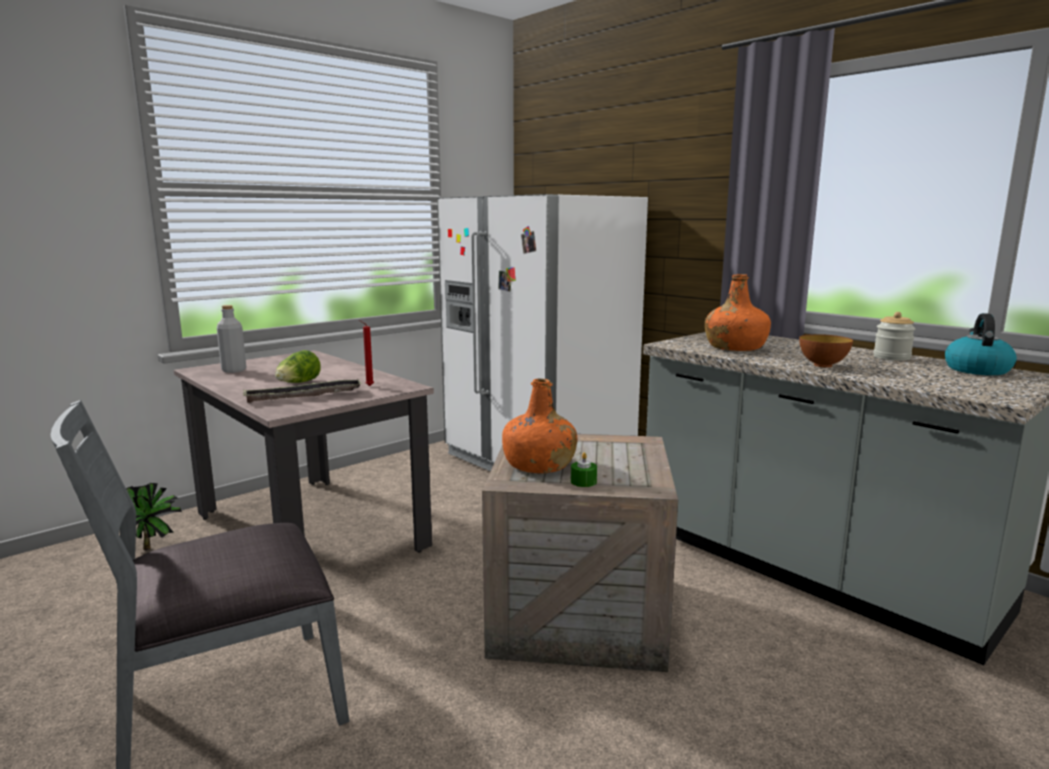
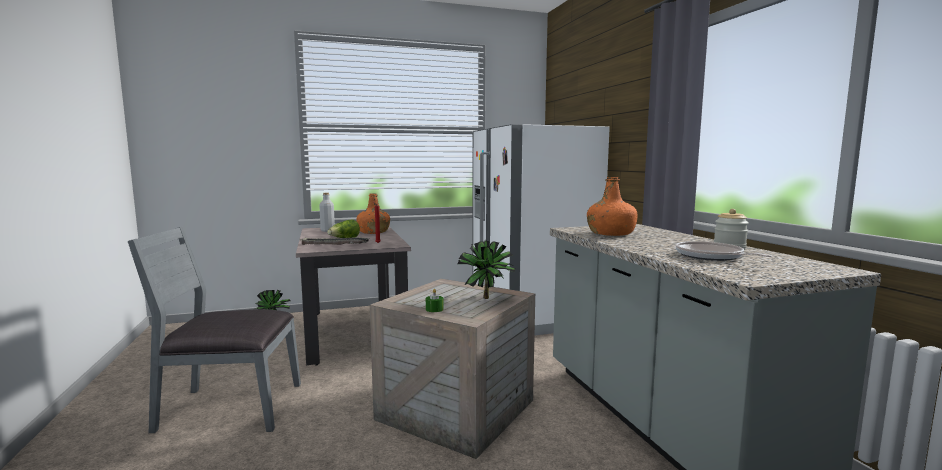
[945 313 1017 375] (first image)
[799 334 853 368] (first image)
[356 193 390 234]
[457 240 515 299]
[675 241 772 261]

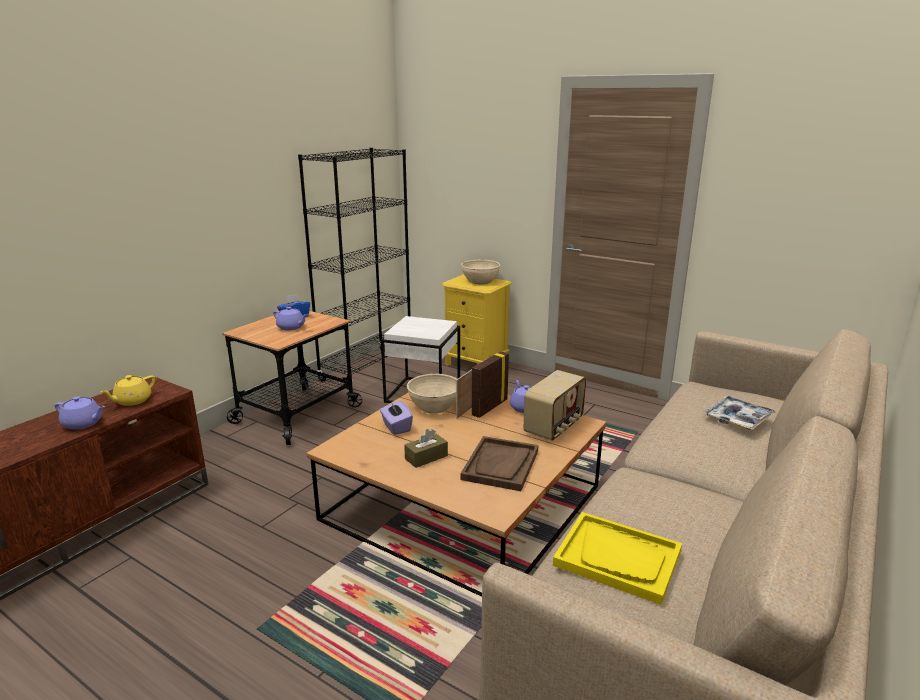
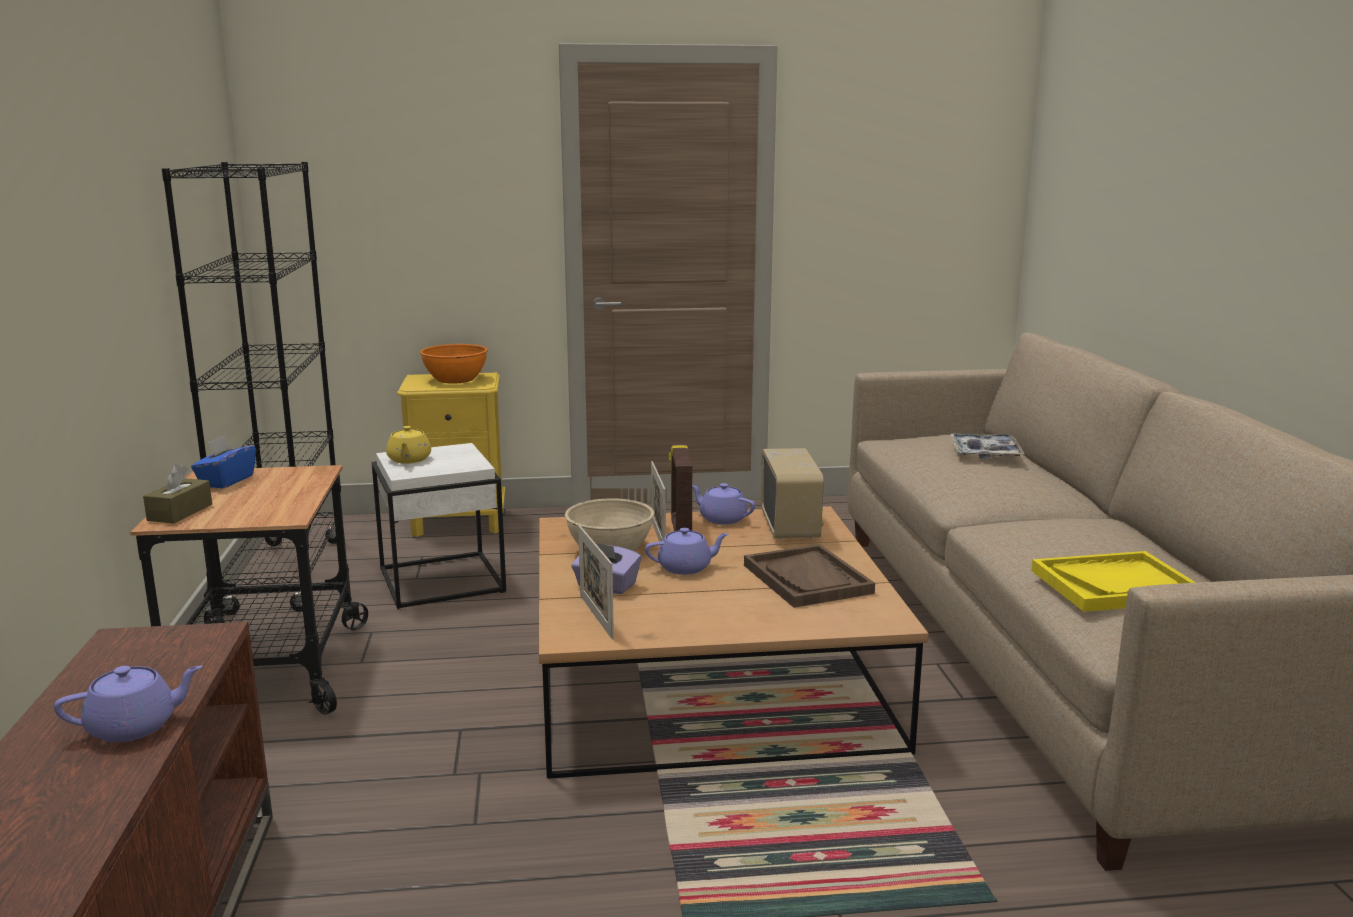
[420 344 488 384]
[645 528 729 575]
[386 426 431 464]
[143 464 212 523]
[578 525 614 639]

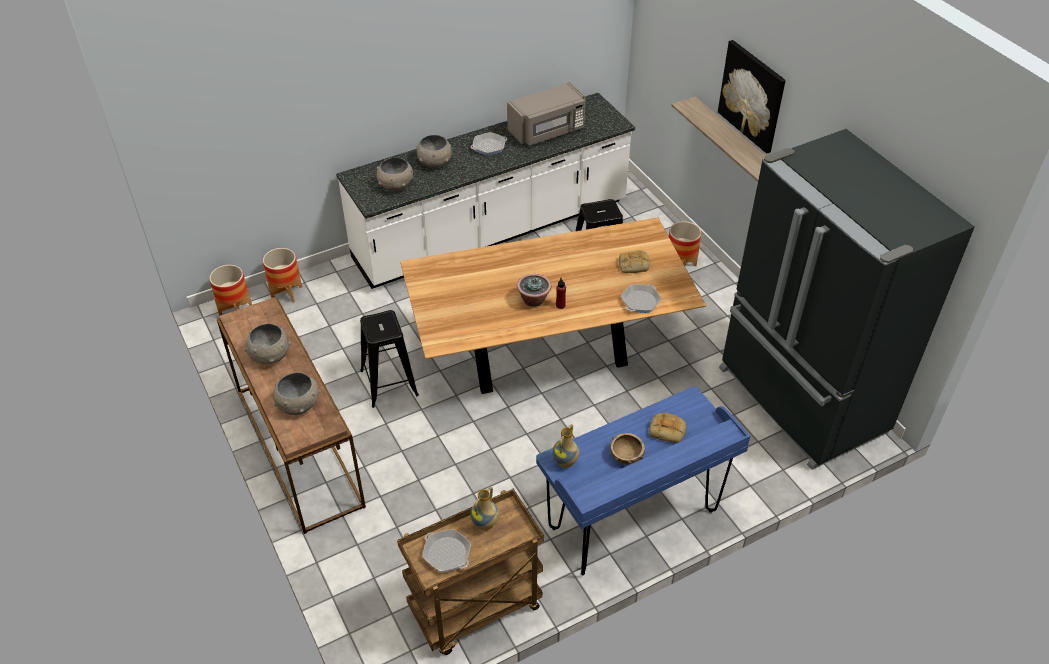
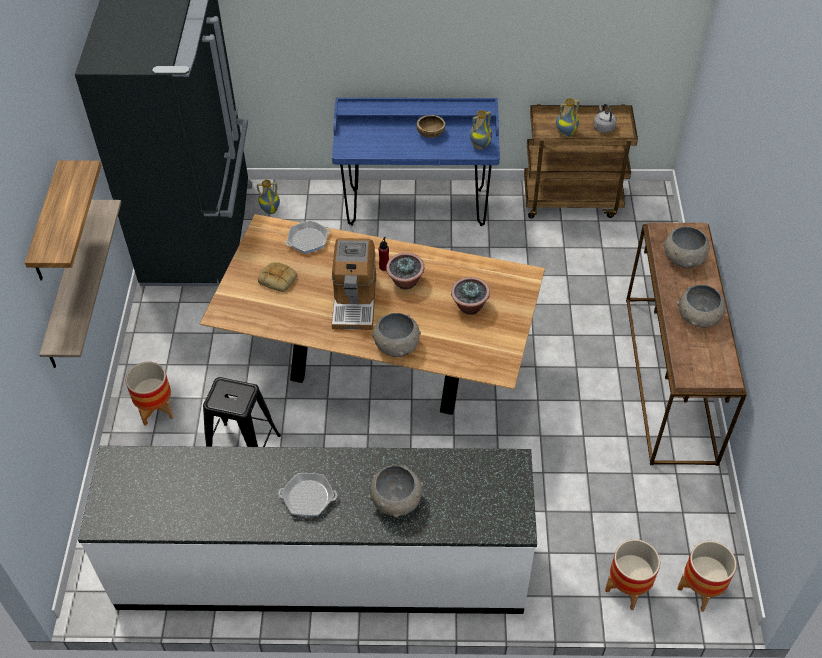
[25 161 101 280]
[507 82 586 146] (first image)
[372 313 421 357]
[360 310 419 408] (first image)
[649 413 686 443] (first image)
[594 104 616 133]
[257 180 280 214]
[332 238 376 330]
[451 277 490 315]

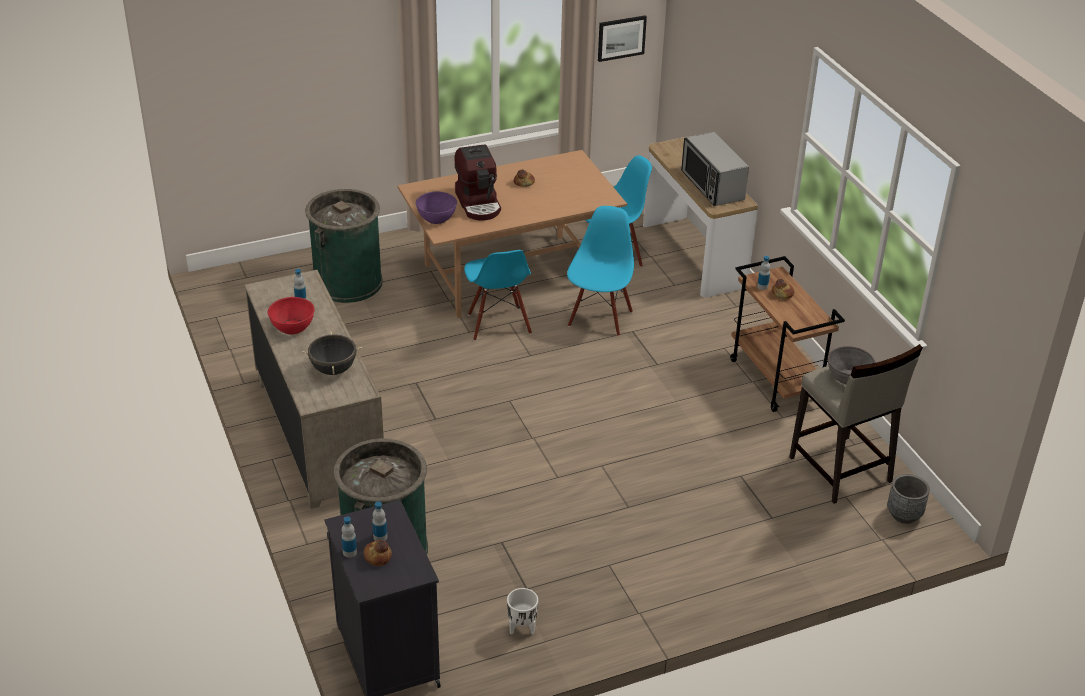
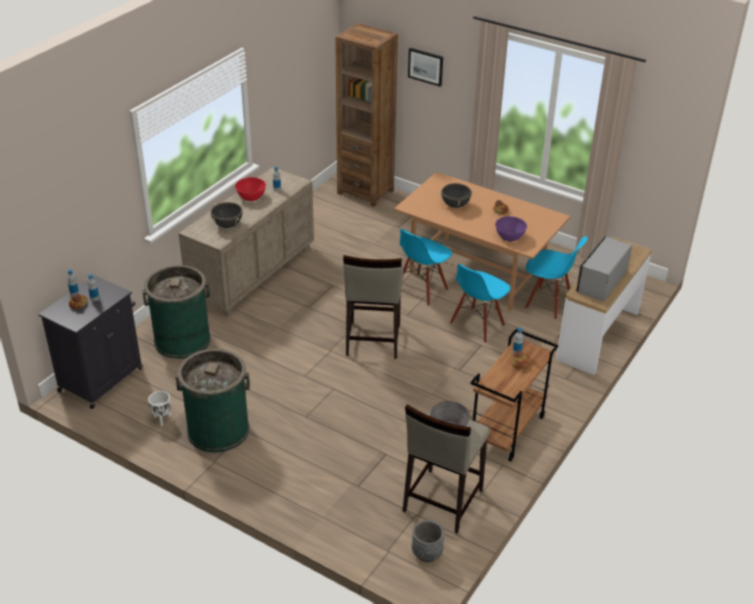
[408 48 443 87]
[438 182 475 208]
[175 349 250 452]
[495 216 527 241]
[450 264 511 343]
[335 23 398 207]
[343 255 403 359]

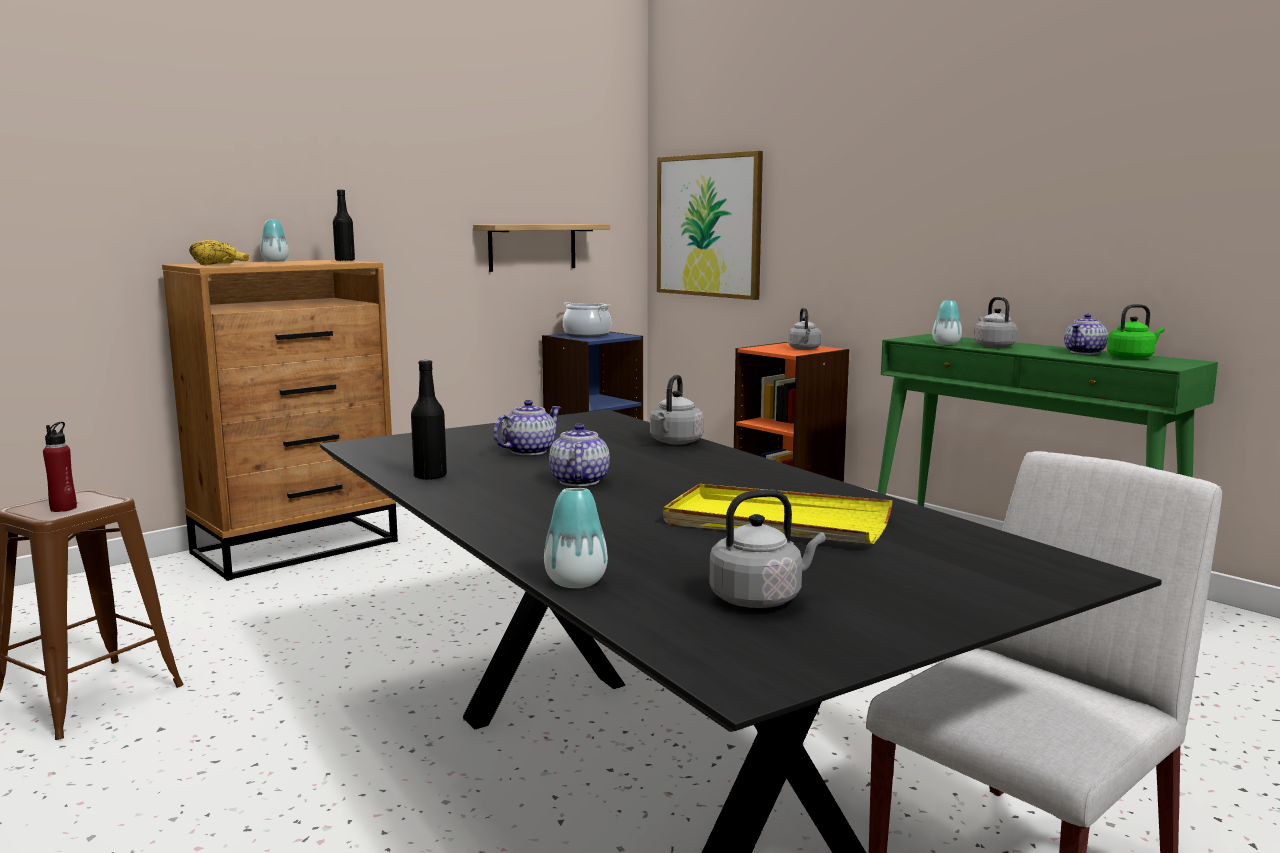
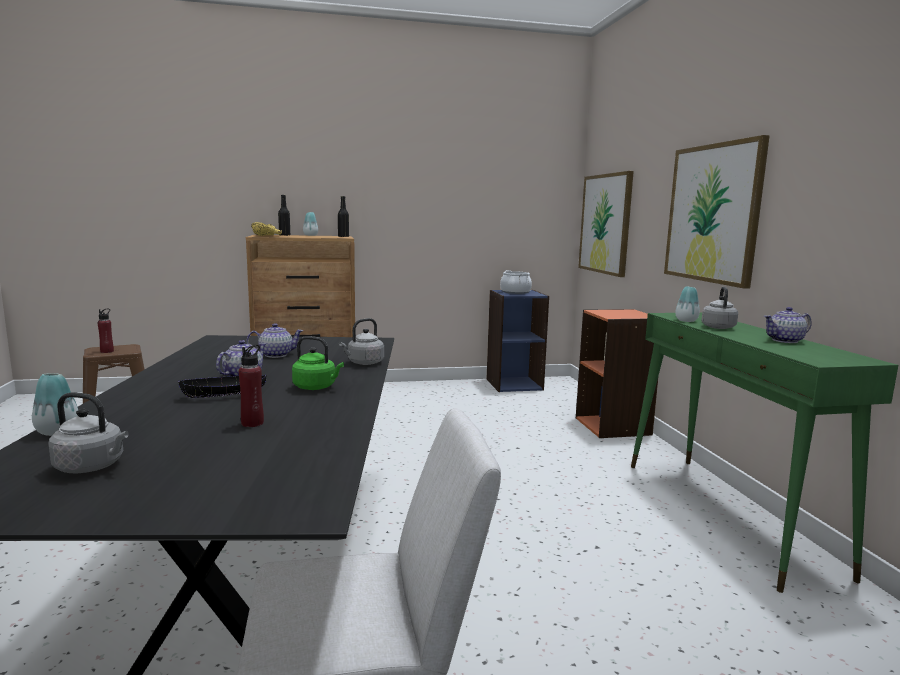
[473 224 610 272] (first image)
[292 336 344 390]
[788 308 822 350] (first image)
[278 195 290 236]
[239 345 264 427]
[664 135 770 289]
[178 375 267 398]

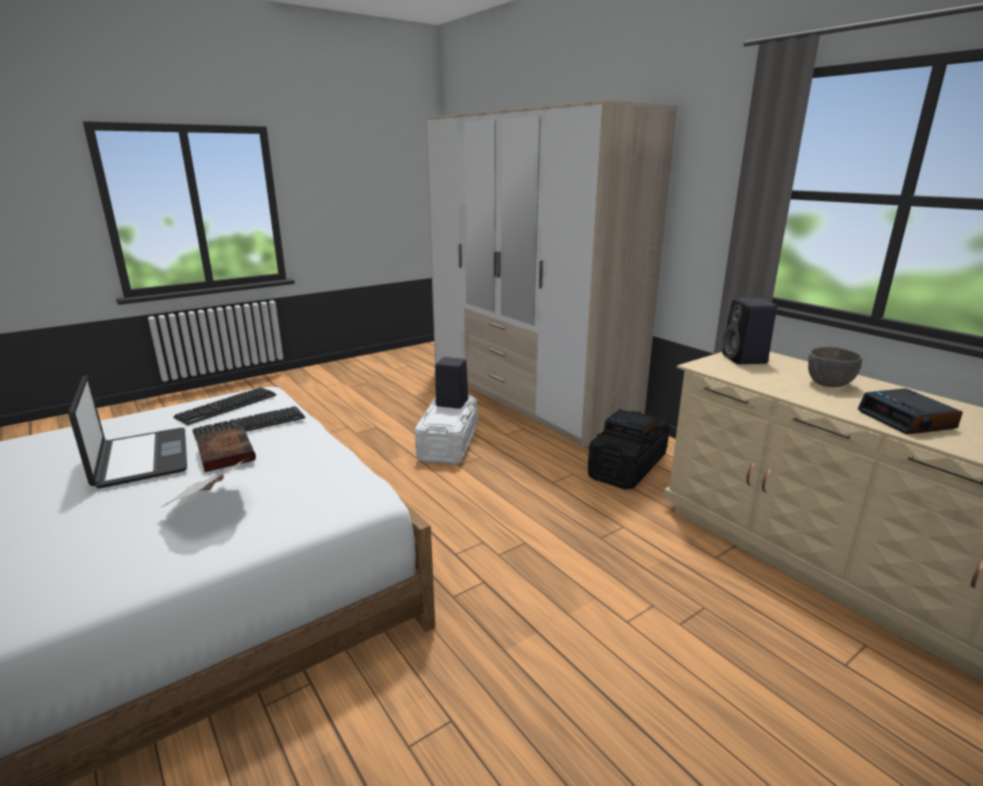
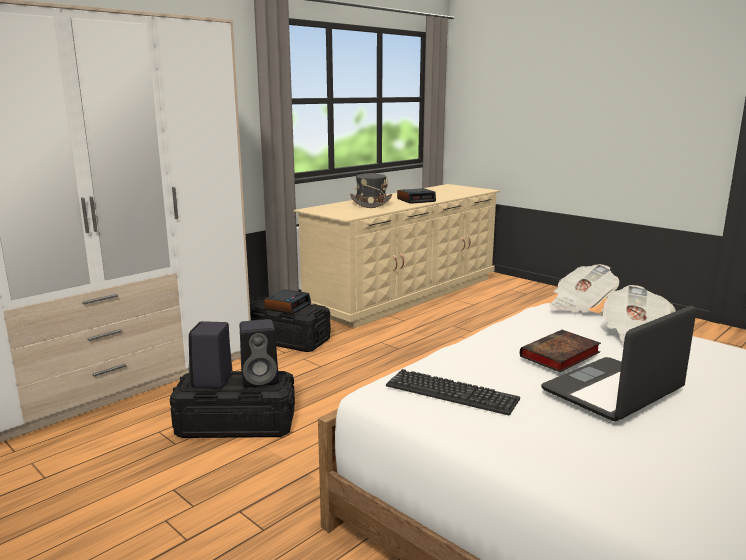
[240 319 279 388]
[350 174 392 208]
[170 371 295 438]
[192 406 305 441] (first image)
[550 264 619 312]

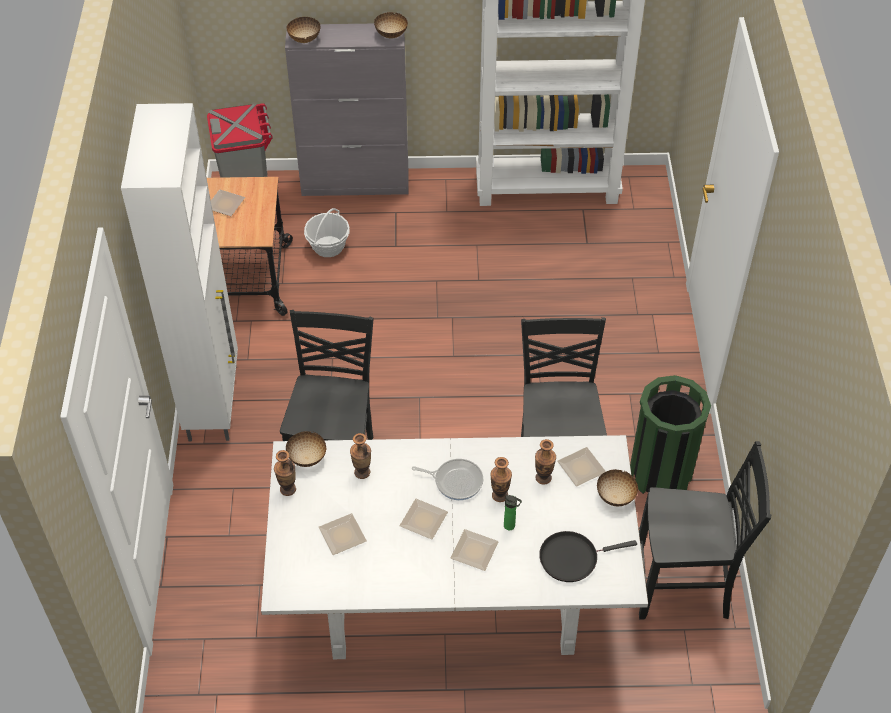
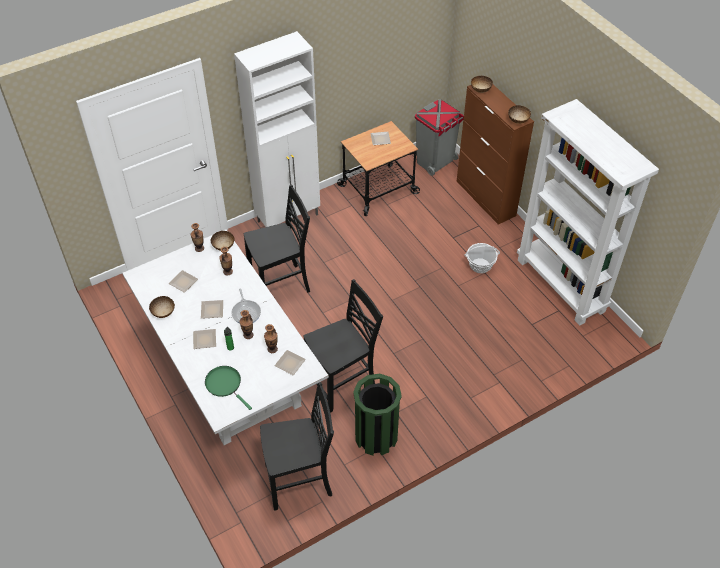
[457 85 534 224]
[464 243 500 273]
[260 382 334 511]
[149 296 175 318]
[205 366 252 410]

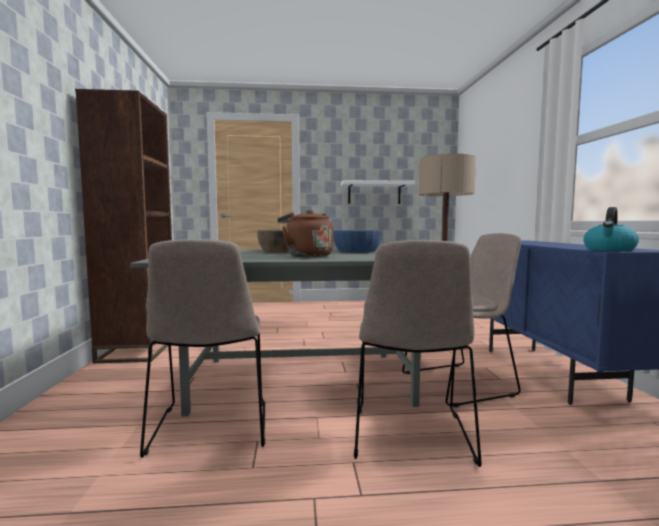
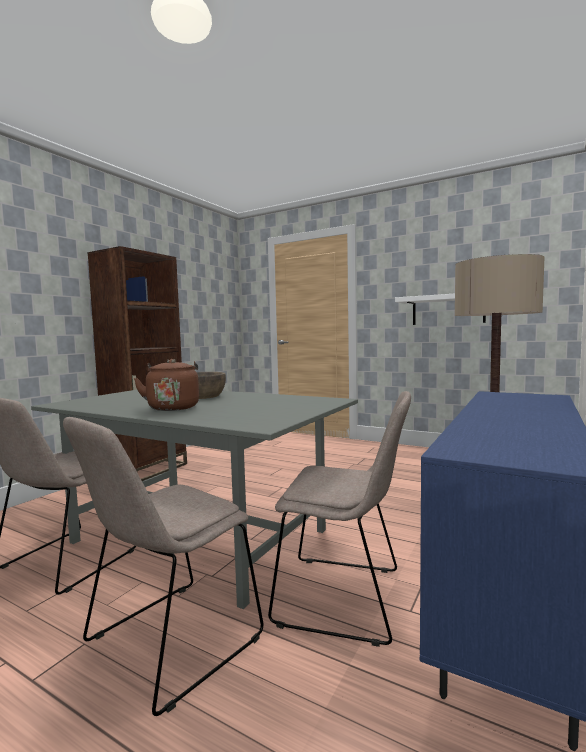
[584 207 639 251] (first image)
[334 230 382 253] (first image)

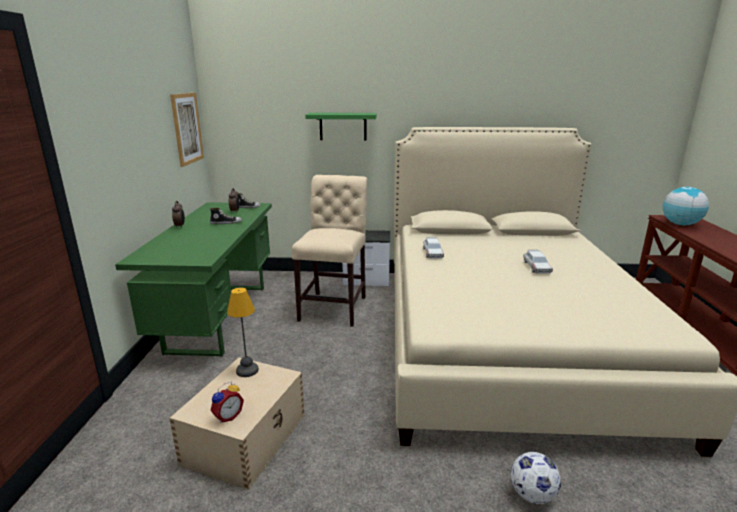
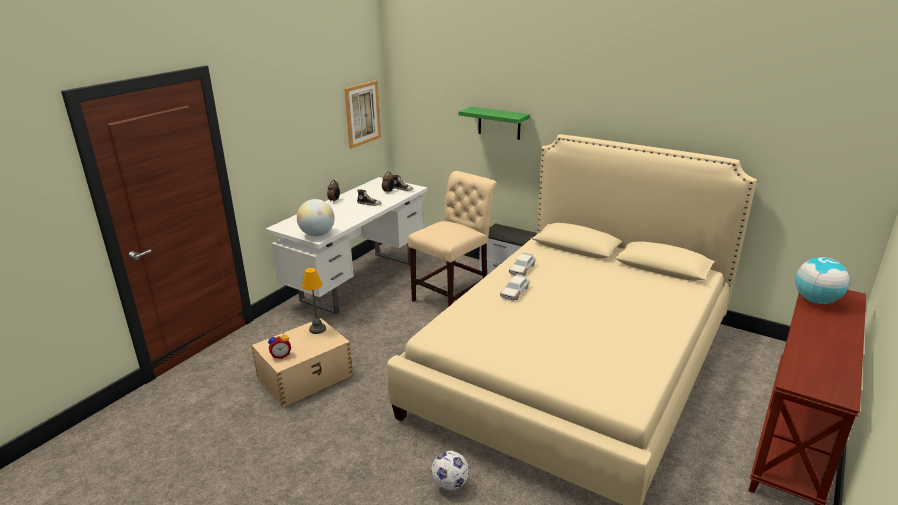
[265 177 428 314]
[500 274 530 301]
[297 199 335 236]

